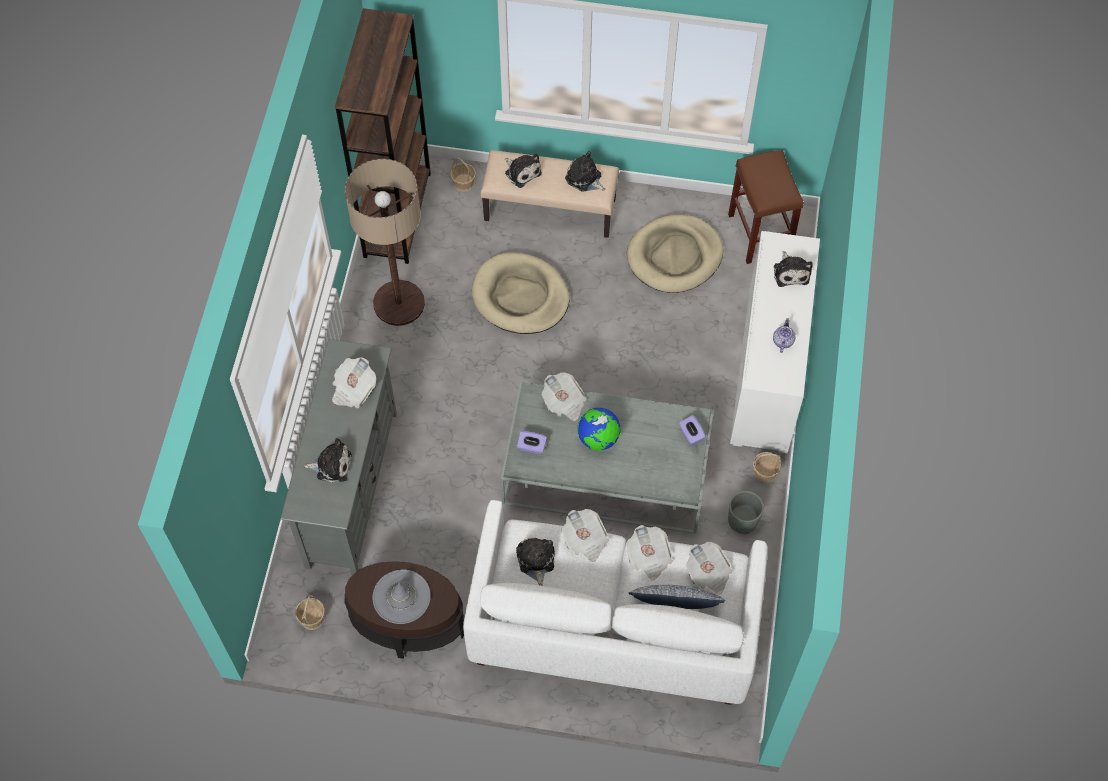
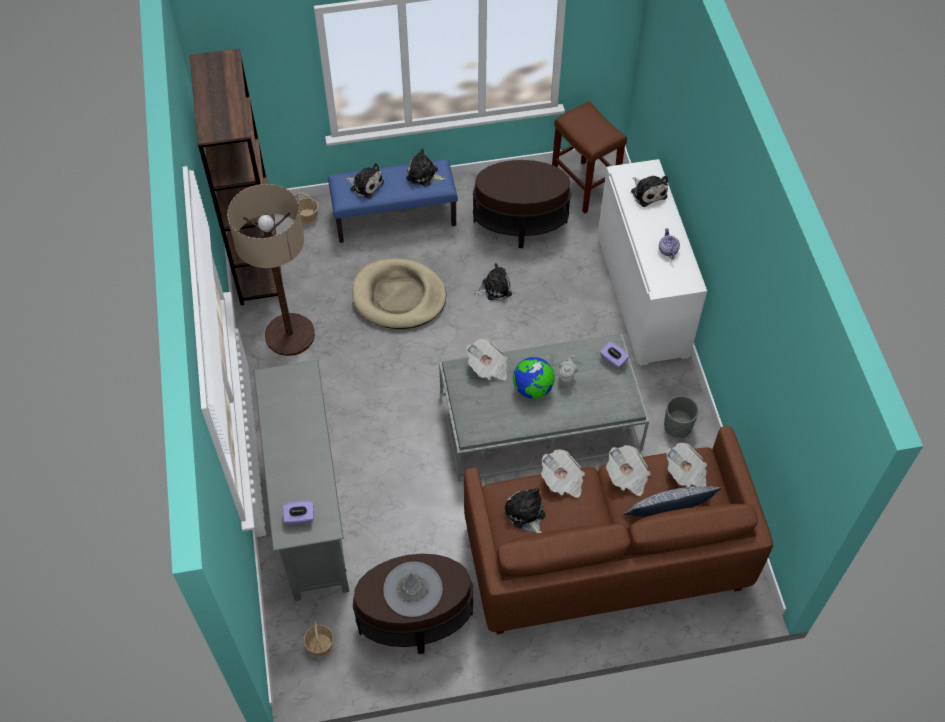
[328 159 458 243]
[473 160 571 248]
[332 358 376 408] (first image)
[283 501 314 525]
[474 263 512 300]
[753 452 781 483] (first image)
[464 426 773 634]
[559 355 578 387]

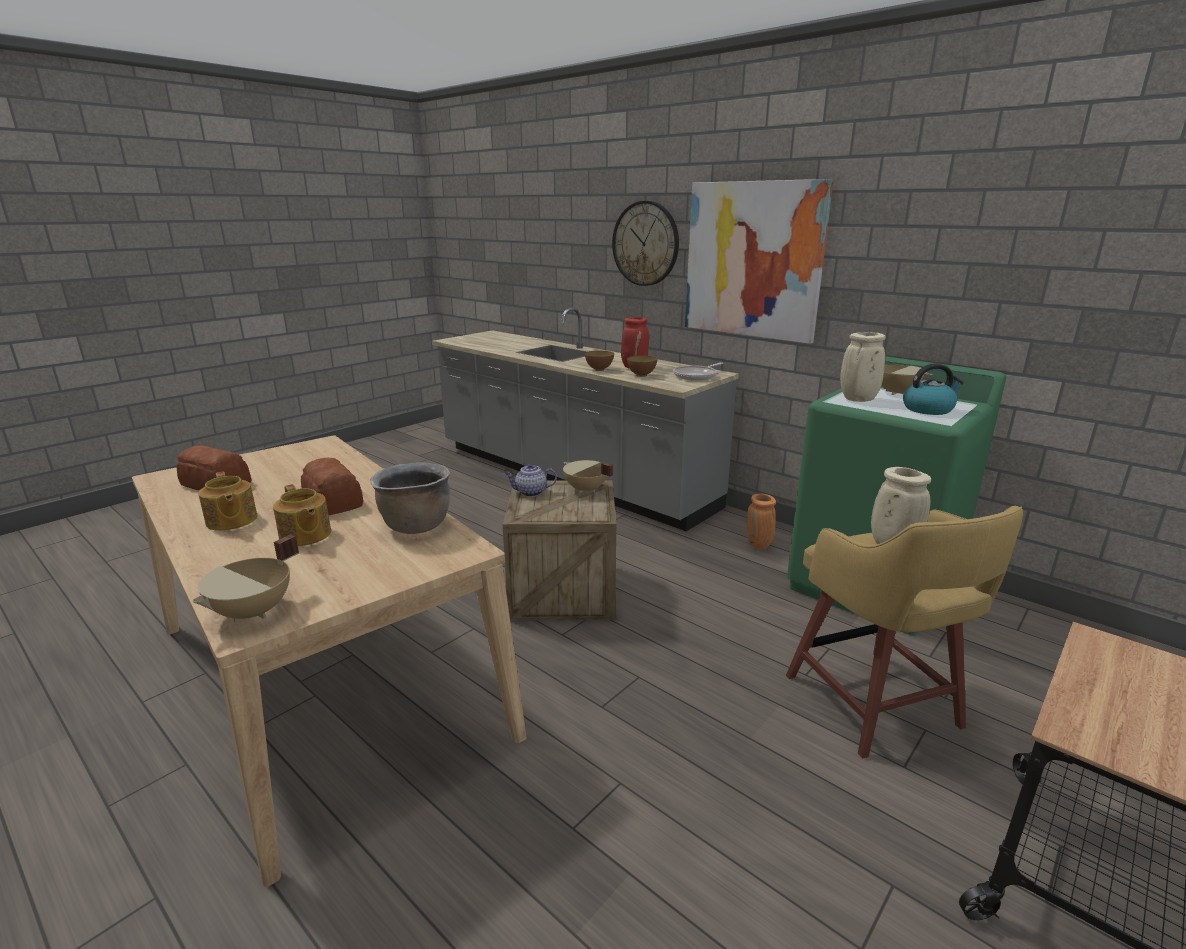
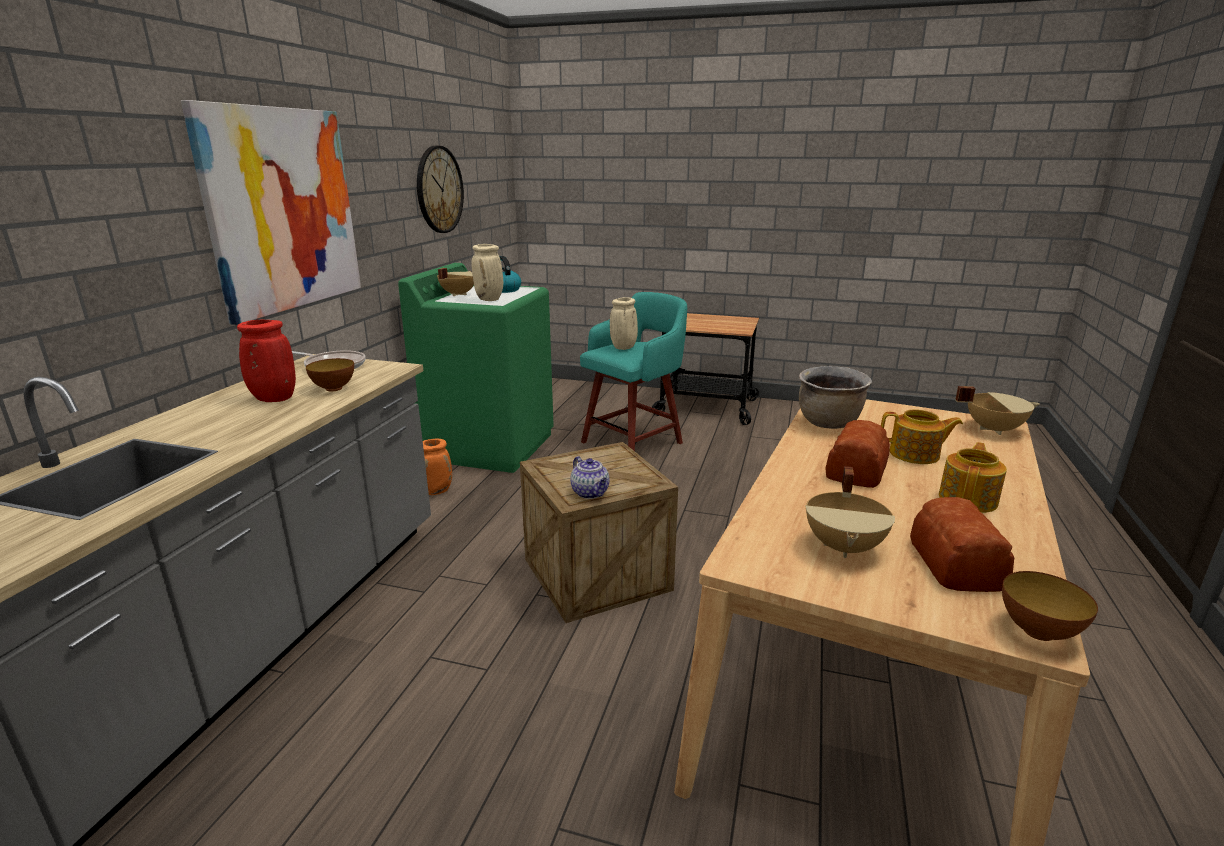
[417 146 464 233]
[1002 571 1098 641]
[805 466 895 558]
[881 409 963 464]
[580 292 687 451]

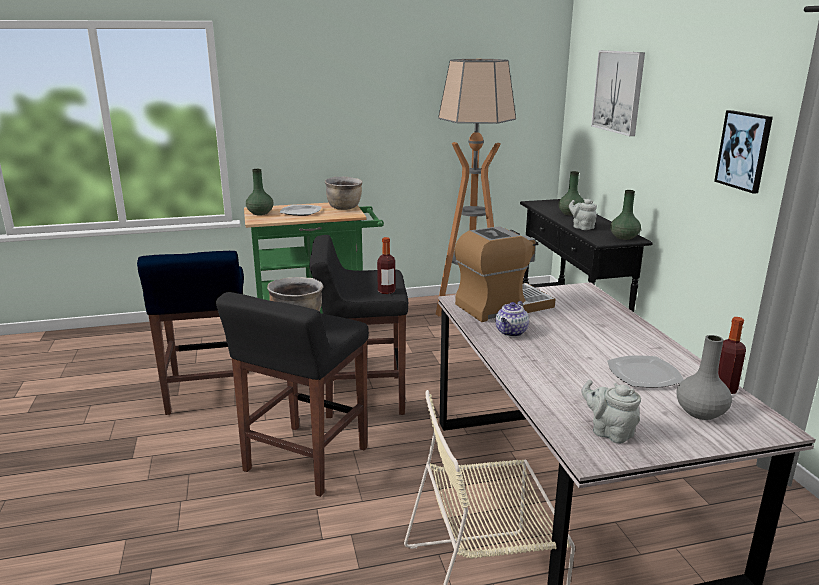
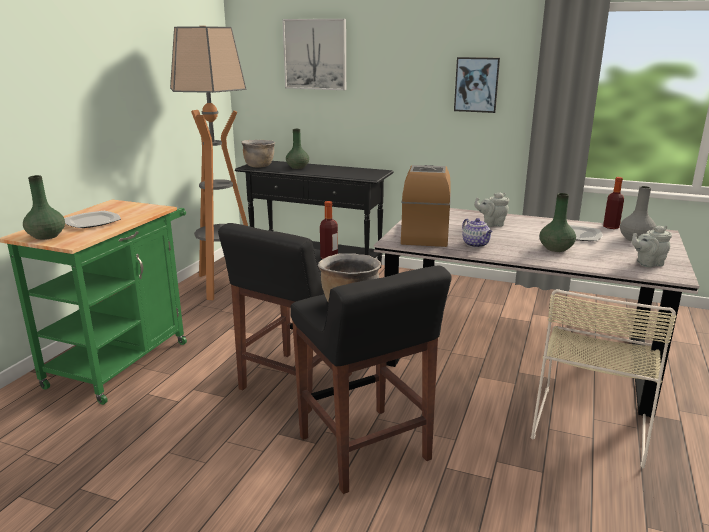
[242 140 275 168]
[540 193 576 252]
[474 192 509 227]
[137 251 249 415] (first image)

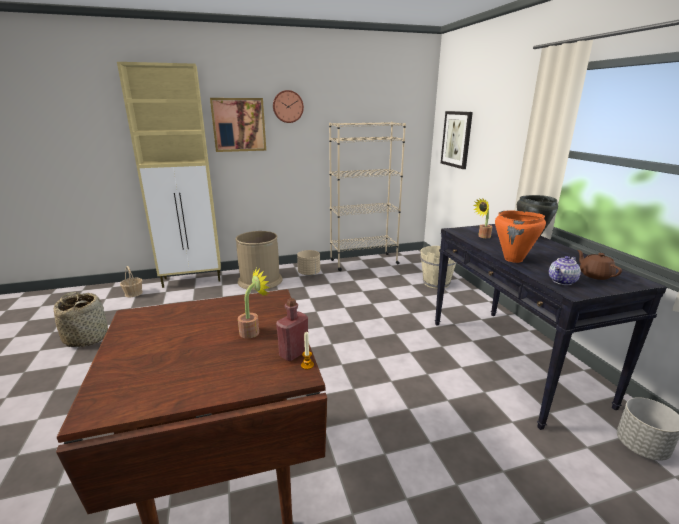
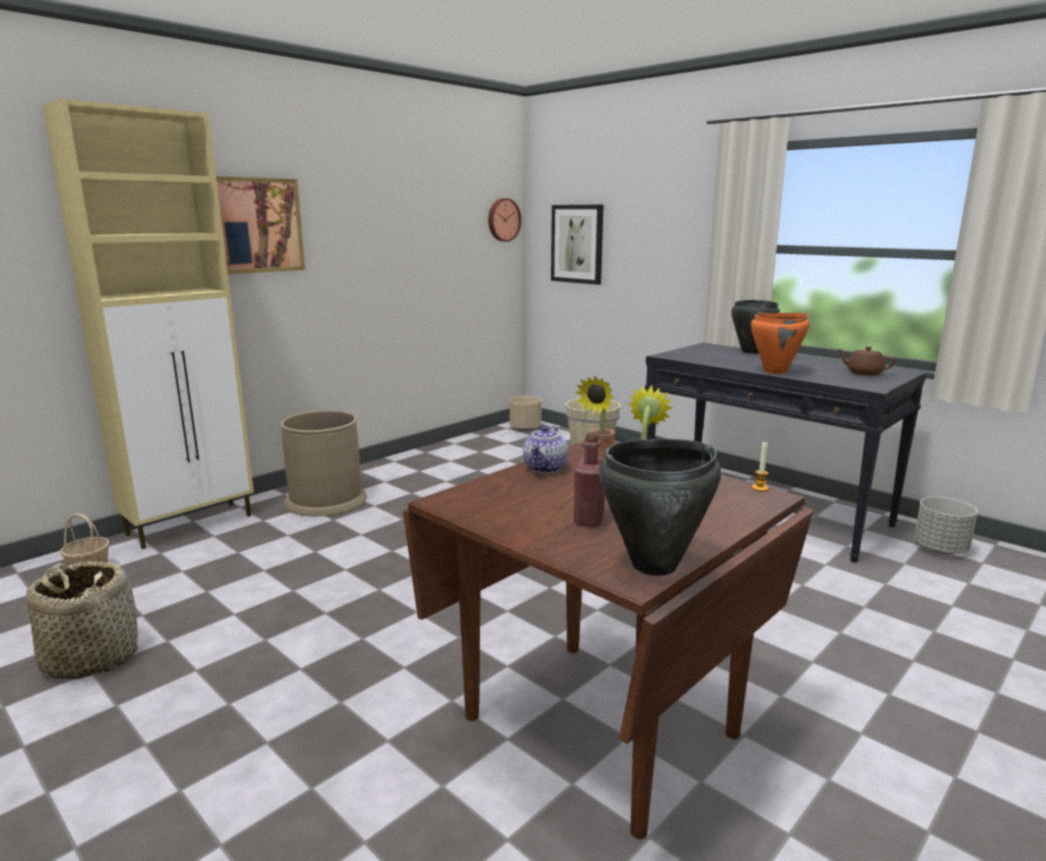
[488 198 521 242]
[329 122 406 271] (first image)
[575 376 615 457]
[510 396 541 431]
[523 426 568 474]
[574 432 605 527]
[599 439 721 576]

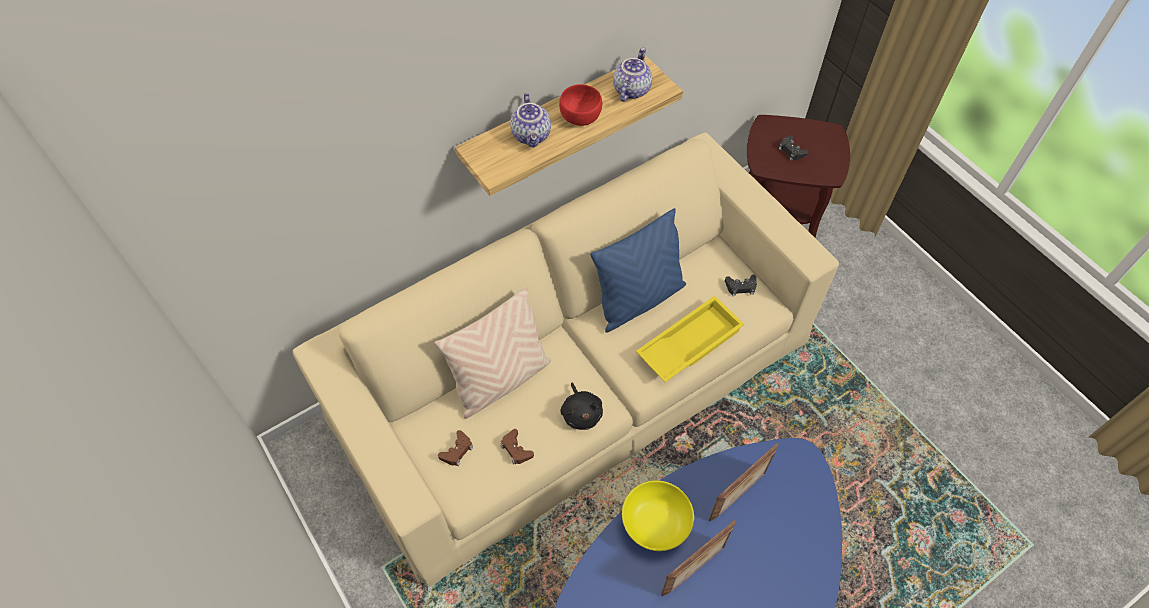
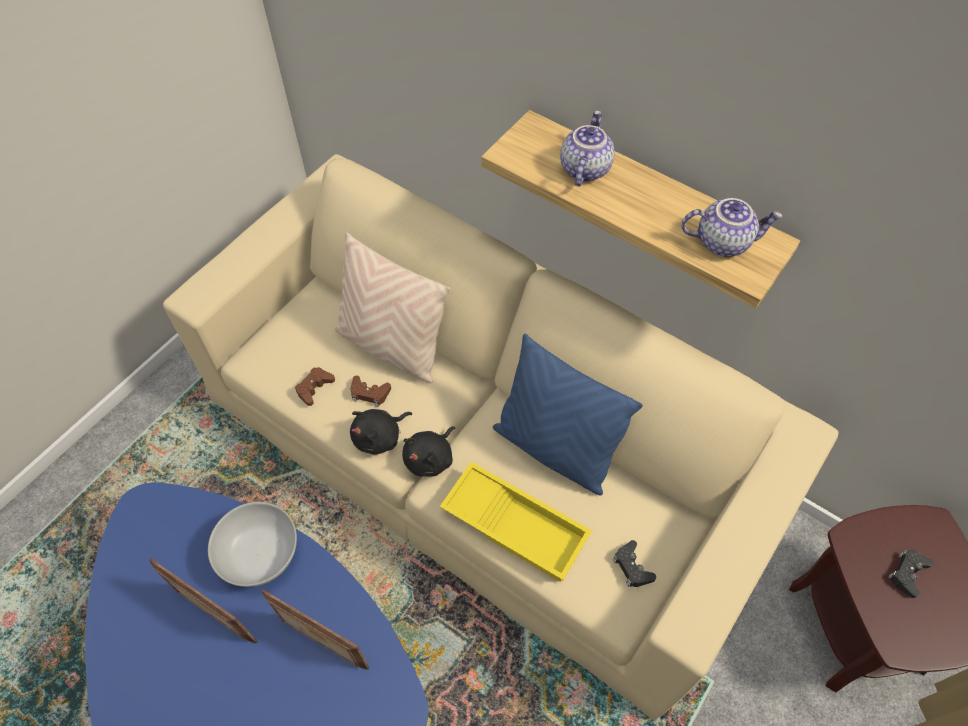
[559 84 602 126] (first image)
[560 110 614 186]
[350 375 391 407]
[208 502 297 587]
[402 426 456 477]

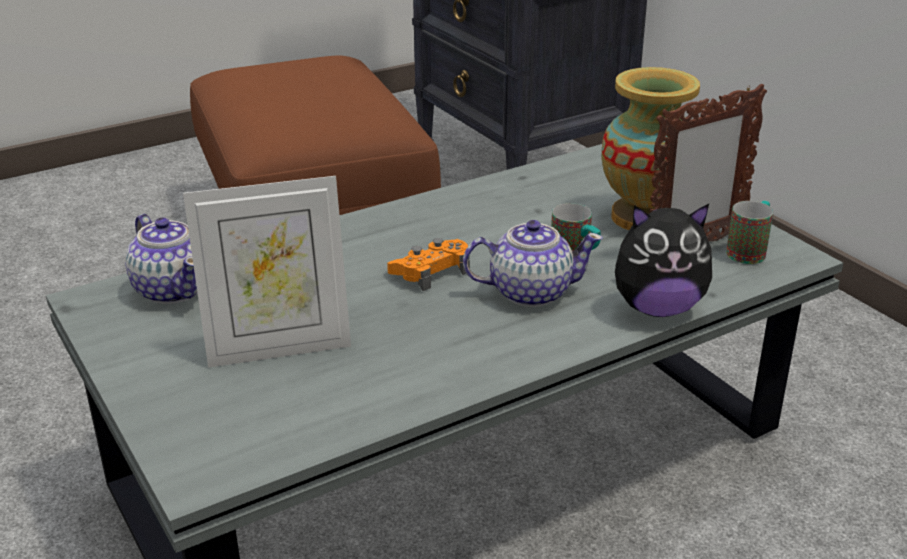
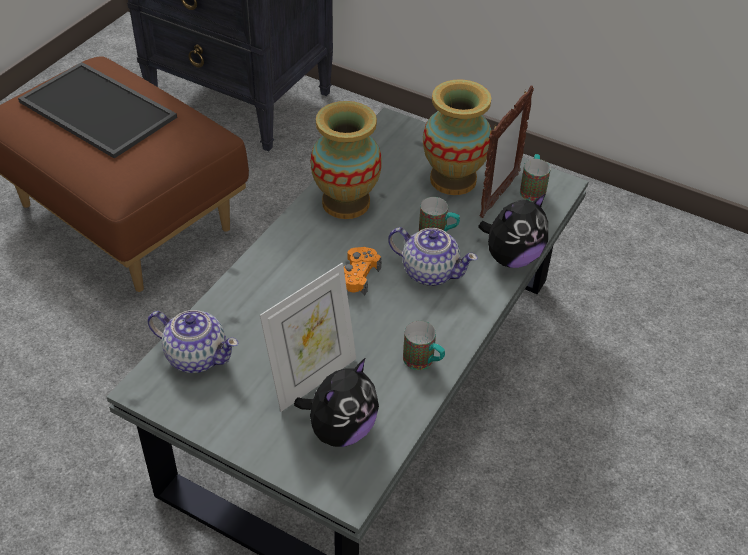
[388 227 478 286]
[18 62 177 159]
[310 101 382 219]
[403 321 445 370]
[294 358 379 447]

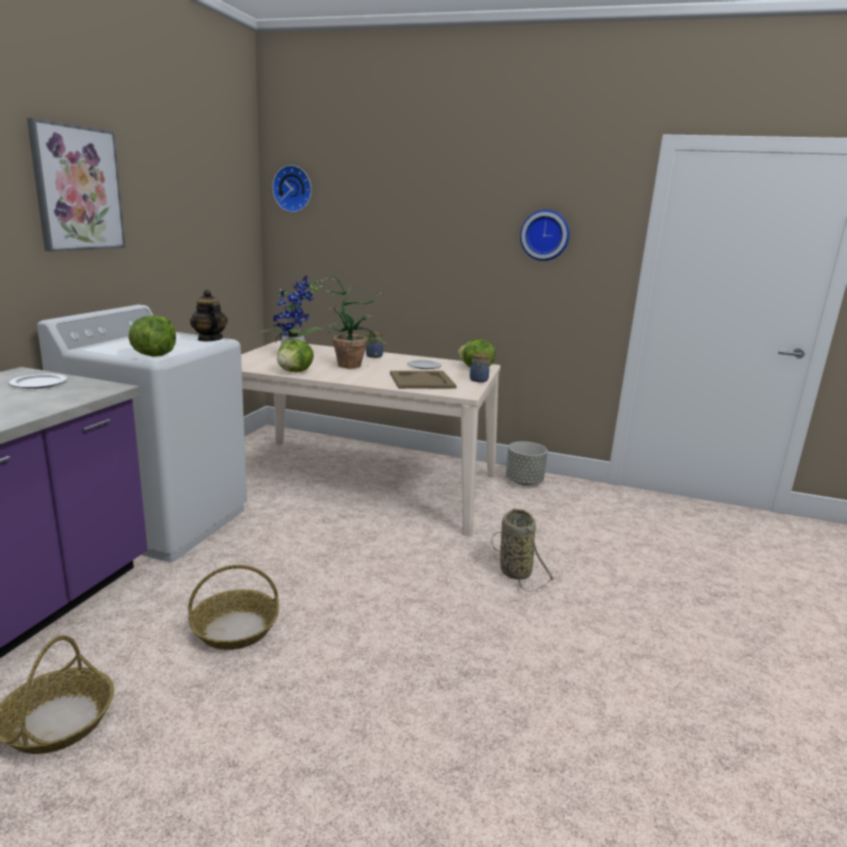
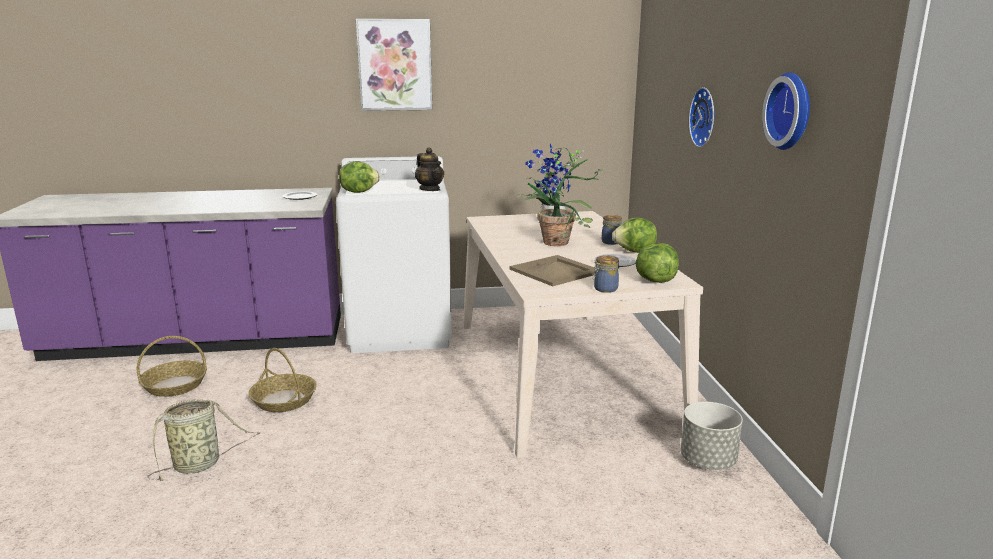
[689 87 714 147]
[415 147 444 191]
[612 218 657 253]
[147 399 260 481]

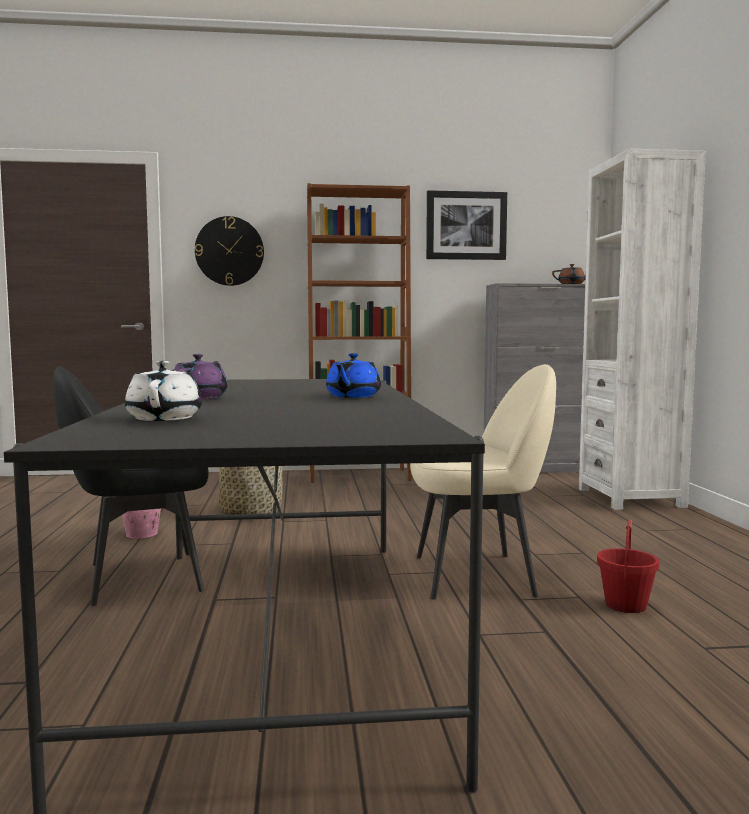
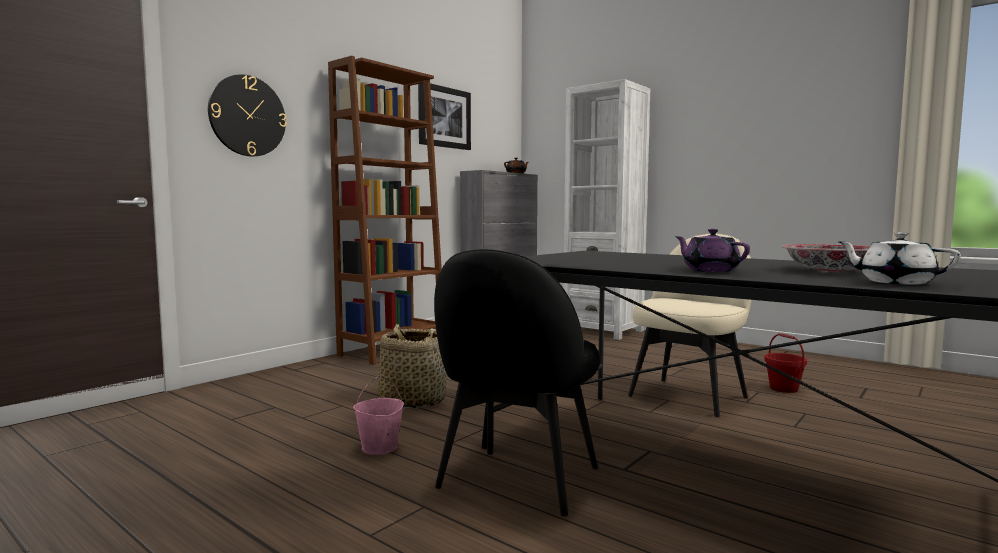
[326 353 381 398] (first image)
[782 244 870 272]

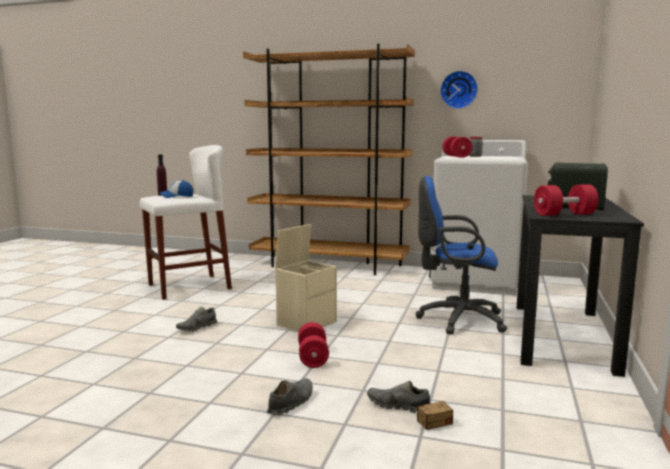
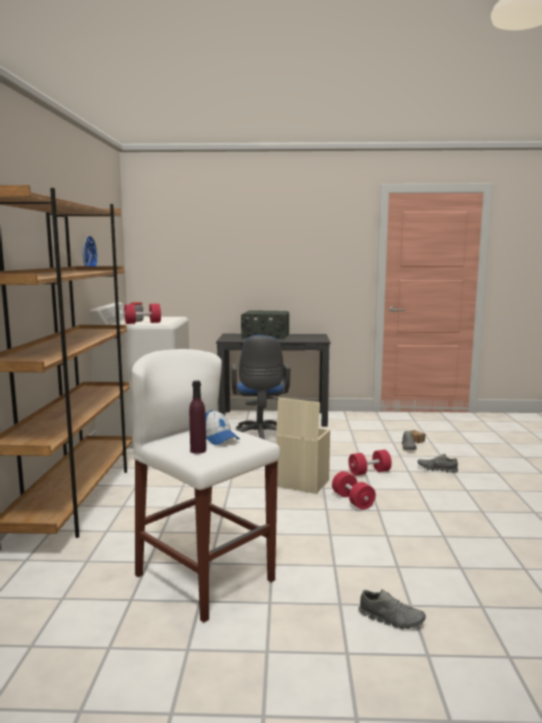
[332 471 376 510]
[358 589 426 629]

